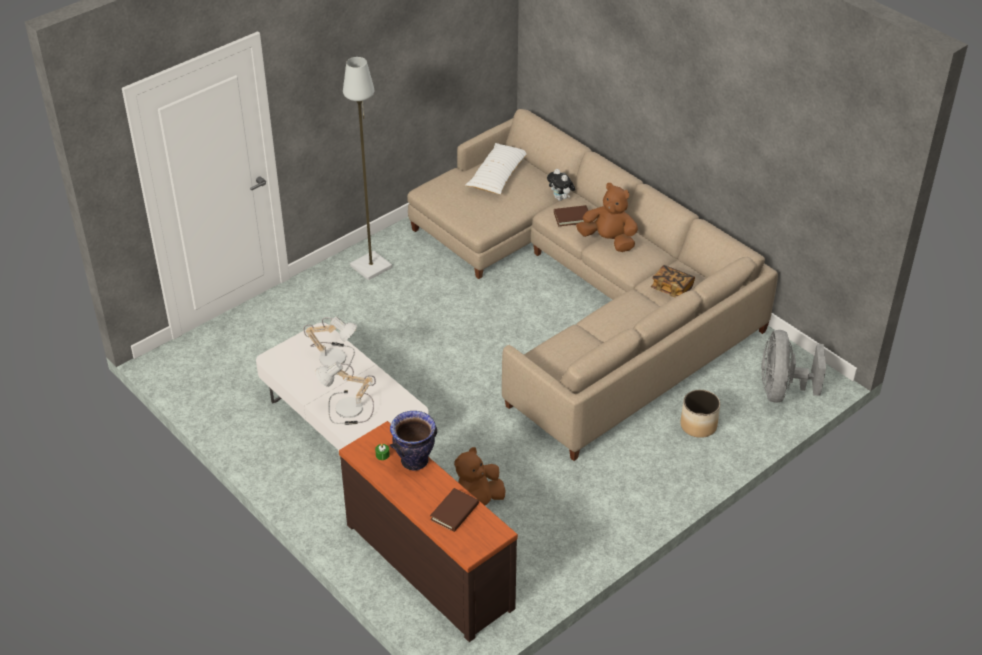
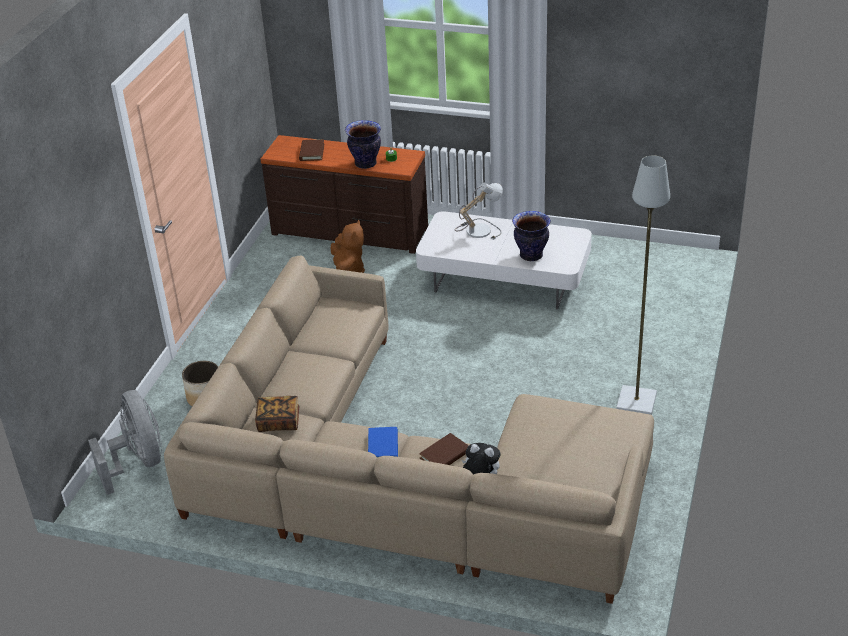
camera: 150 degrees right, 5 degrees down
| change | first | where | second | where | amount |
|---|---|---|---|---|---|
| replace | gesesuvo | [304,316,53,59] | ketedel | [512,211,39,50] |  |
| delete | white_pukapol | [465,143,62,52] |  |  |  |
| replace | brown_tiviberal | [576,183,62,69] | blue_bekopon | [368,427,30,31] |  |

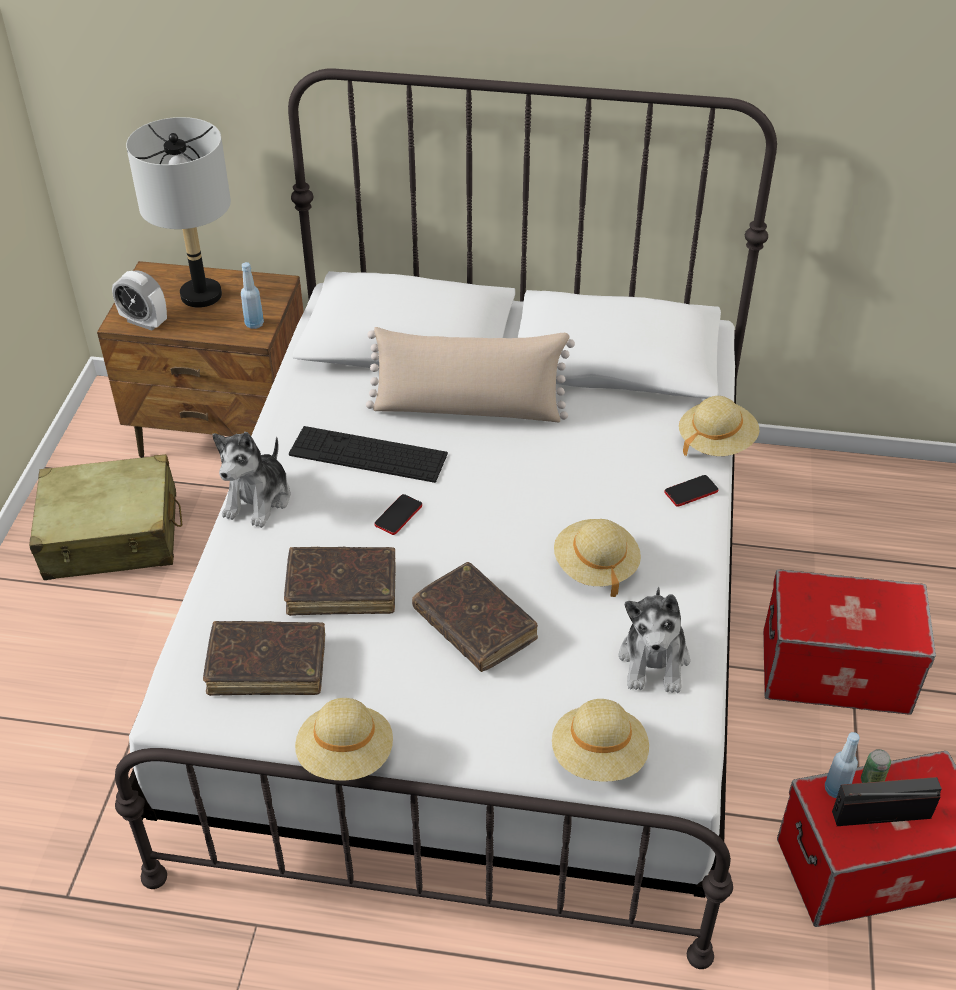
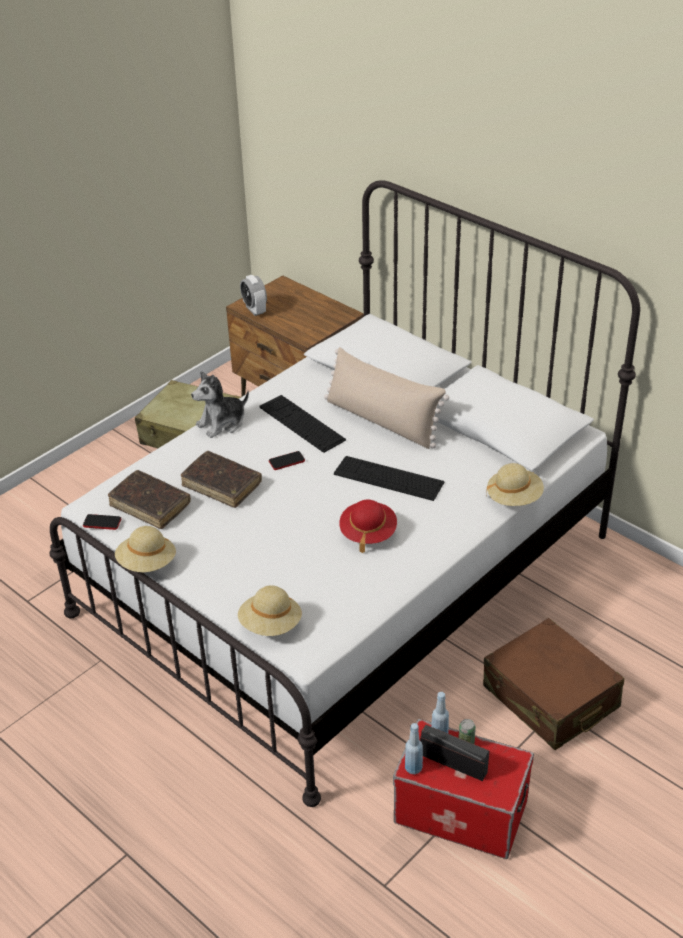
camera: 35 degrees right, 5 degrees down
| change | first | where | second | where | amount |
|---|---|---|---|---|---|
| delete | grey_gesesuvo | [126,117,105,191] |  |  |  |
| move | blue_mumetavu | [241,262,23,67] |  | [405,723,18,51] |  |
| delete | brown_bekopon | [412,562,126,110] |  |  |  |
| recolor | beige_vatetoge | [554,519,87,78] | red_vatetoge | [339,500,58,53] |  |
| delete | tiviberal | [619,587,71,106] |  |  |  |
| move | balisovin | [664,475,55,32] |  | [83,514,38,16] |  |
| replace | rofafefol | [763,569,173,146] | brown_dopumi | [483,618,141,132] |  |
| insert |  |  | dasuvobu | [334,456,111,45] |  |

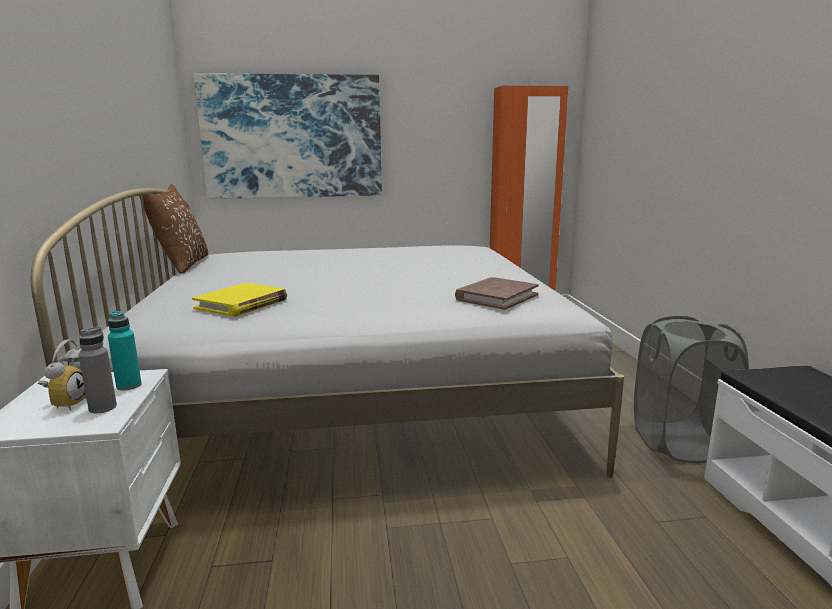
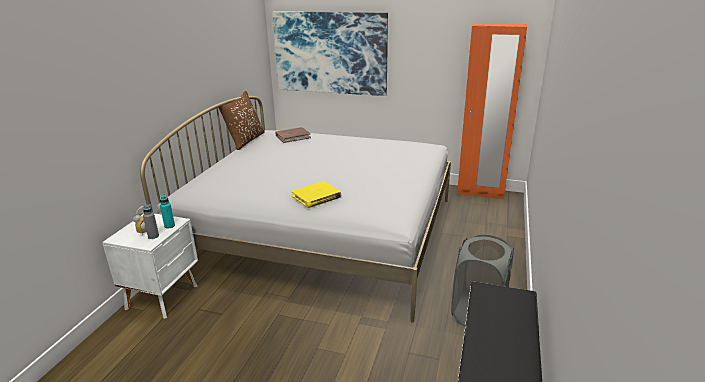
camera: 25 degrees right, 10 degrees up
| change | first | where | second | where | amount |
|---|---|---|---|---|---|
| move | yellow_bekopon | [192,283,95,34] |  | [291,181,50,27] |  |
| move | brown_bekopon | [455,277,84,33] |  | [275,127,36,16] |  |

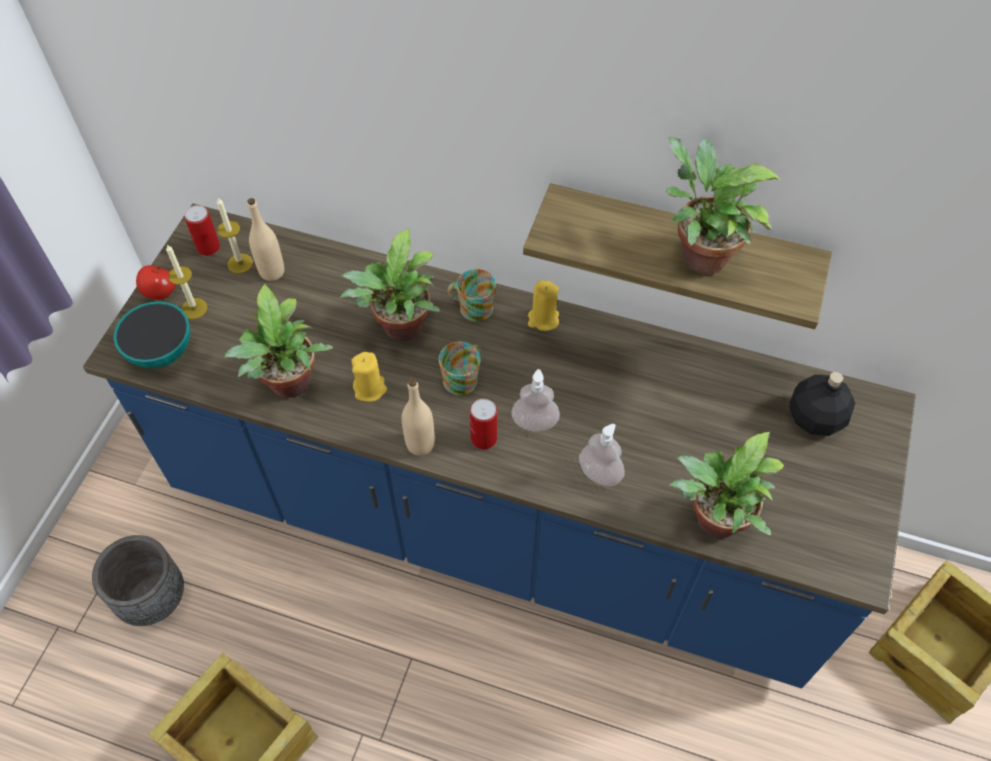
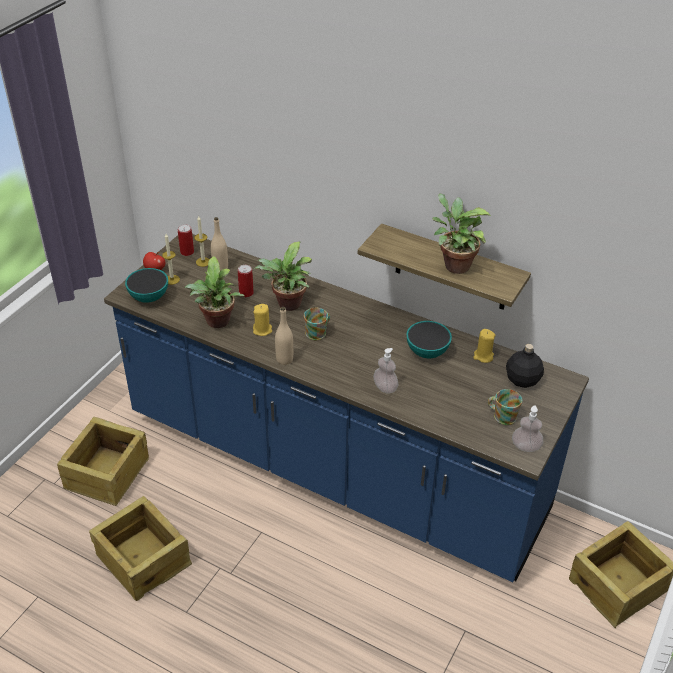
camera: 10 degrees right, 15 degrees down
| change | first | where | second | where | amount |
|---|---|---|---|---|---|
| replace | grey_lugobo | [92,535,92,91] | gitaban | [57,416,92,90] |  |
| move | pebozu | [447,269,49,53] |  | [488,389,34,36] |  |
| move | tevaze | [470,398,27,52] |  | [238,265,16,32] |  |
| move | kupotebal | [512,369,48,63] |  | [512,405,31,47] |  |
| move | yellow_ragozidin | [528,280,31,51] |  | [473,329,22,34] |  |
| delete | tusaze | [669,432,115,106] |  |  |  |
| insert |  |  | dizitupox | [406,321,46,37] |  |

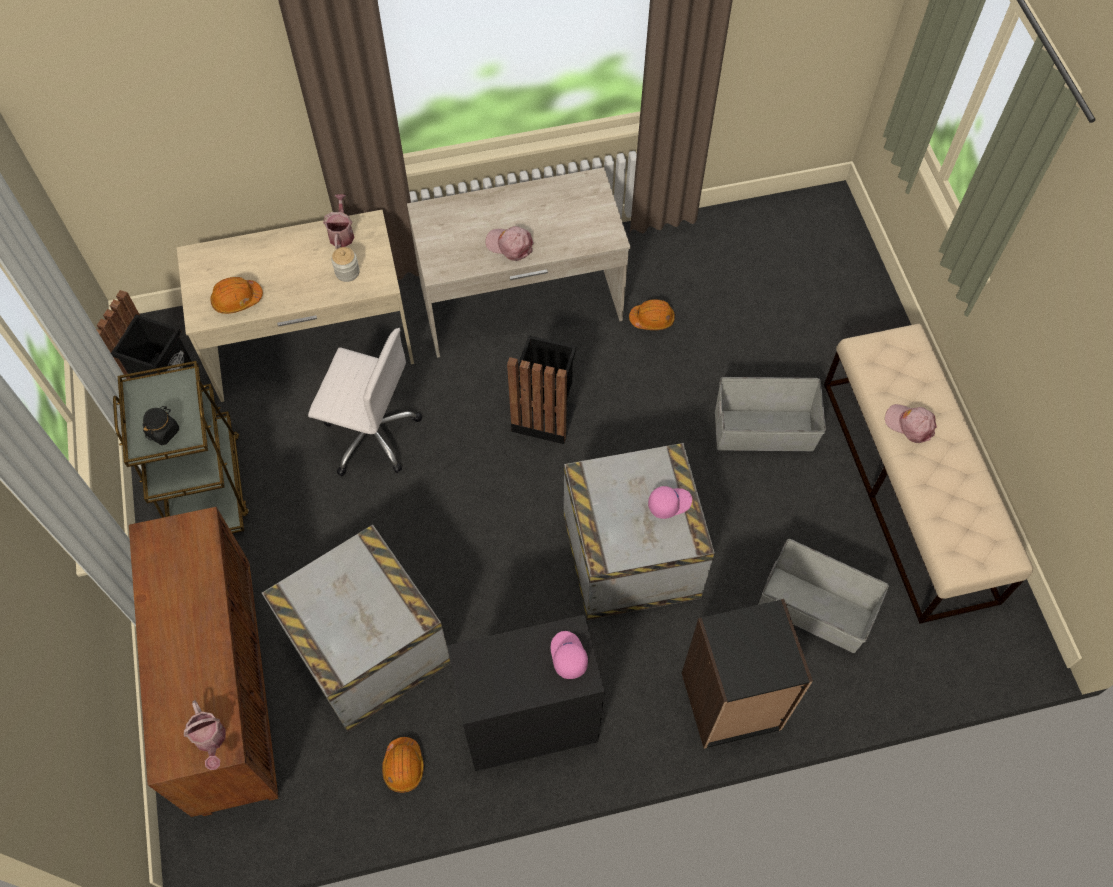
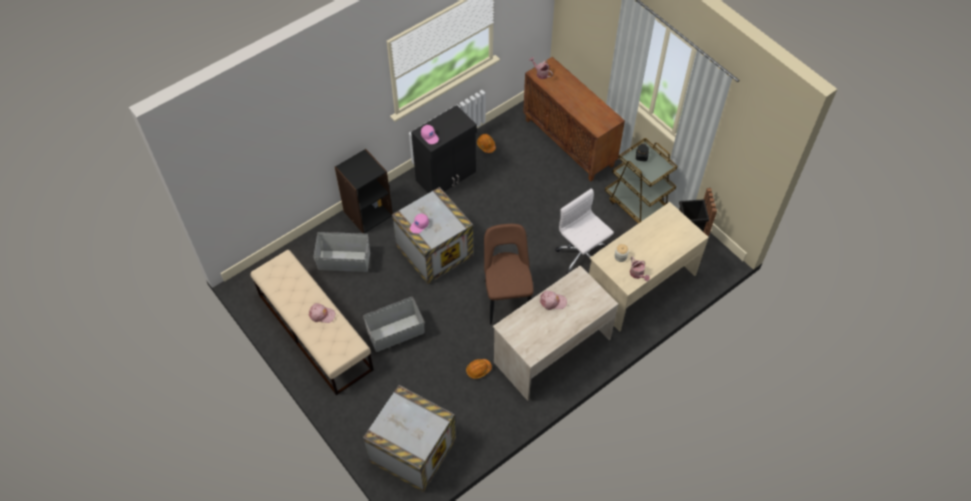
camera: 155 degrees right, 5 degrees down
| change | first | where | second | where | amount |
|---|---|---|---|---|---|
| delete | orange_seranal | [210,277,53,37] |  |  |  |
| move | gitaban | [262,525,189,207] |  | [363,385,93,107] |  |
| rotate | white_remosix | [308,328,114,148] |  | [556,188,58,86] | 60 degrees clockwise |
| replace | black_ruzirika | [507,335,69,109] | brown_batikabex | [484,224,50,100] |  |

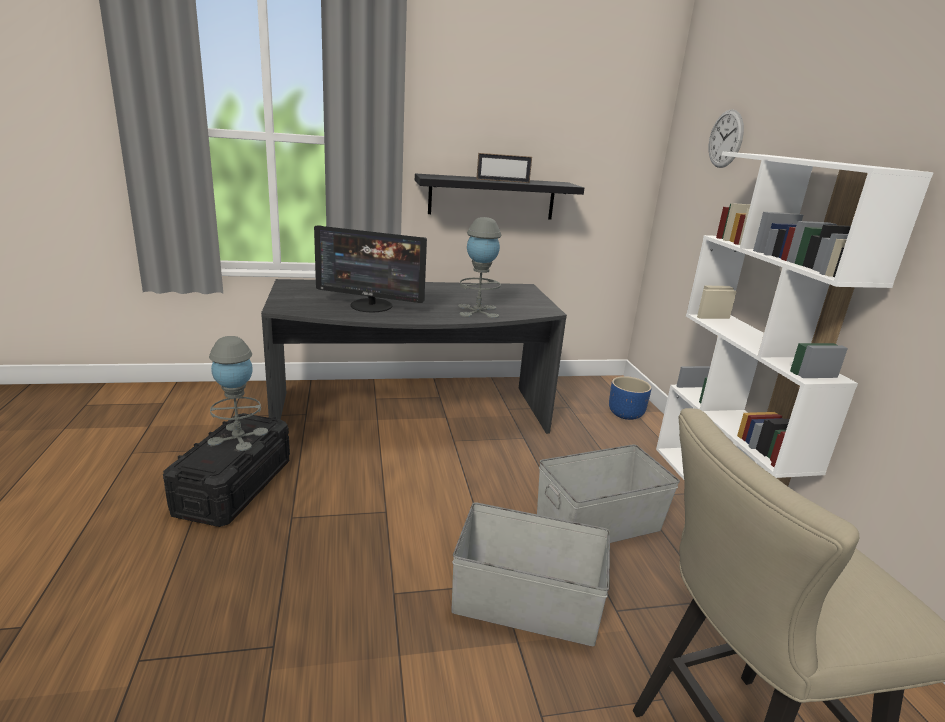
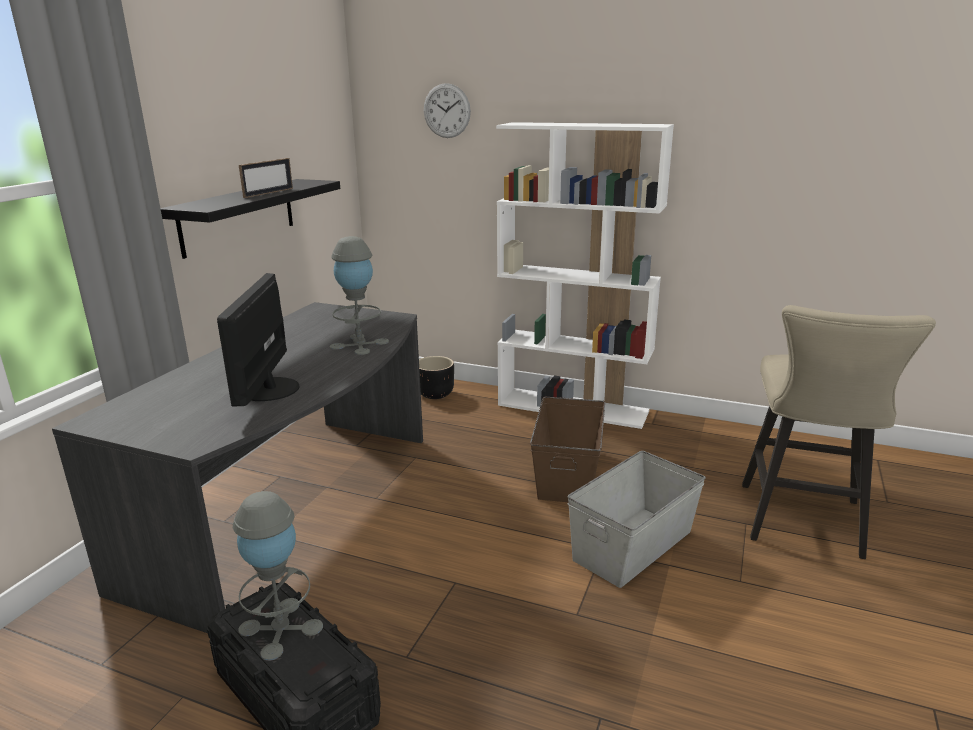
camera: 55 degrees left, 0 degrees up
| change | first | where | second | where | amount |
|---|---|---|---|---|---|
| rotate | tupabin | [314,226,113,86] |  | [217,273,82,134] | 135 degrees clockwise |
| recolor | grey_rofafefol | [537,444,143,99] | brown_rofafefol | [530,397,75,105] |  |
| recolor | blue_lugobo | [609,376,42,44] | black_lugobo | [419,356,35,43] |  |

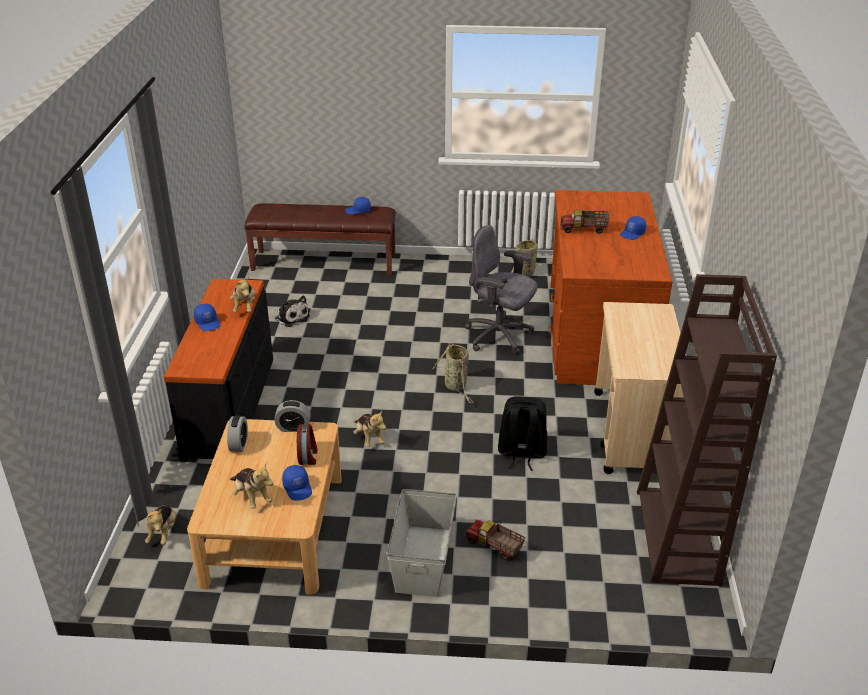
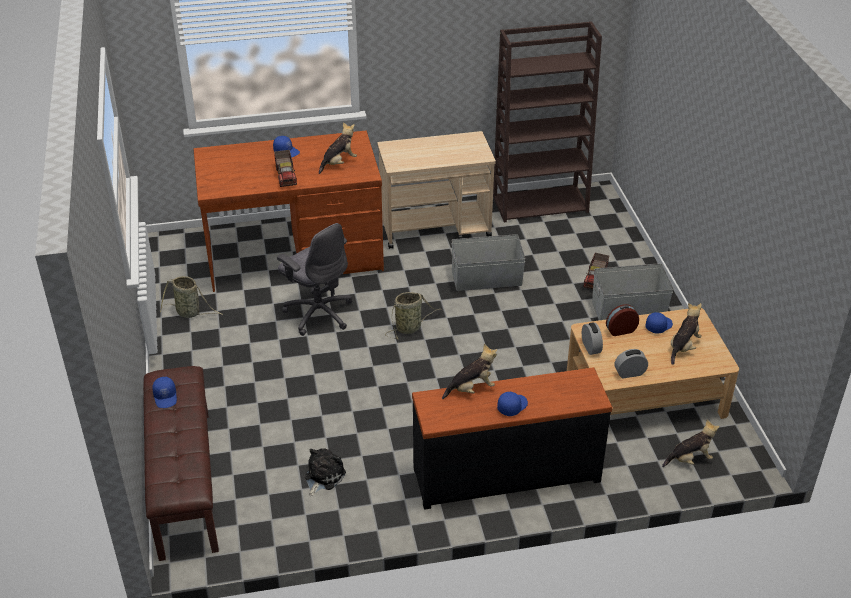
camera: 105 degrees left, 5 degrees up
| change | first | where | second | where | amount |
|---|---|---|---|---|---|
| move | tiviberal | [353,411,33,36] |  | [319,122,38,52] |  |
| rotate | grey_remosix | [465,225,72,130] |  | [277,223,75,113] | 60 degrees counterclockwise |
| replace | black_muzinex | [498,396,49,75] | grey_rofafefol | [451,234,75,57] |  |

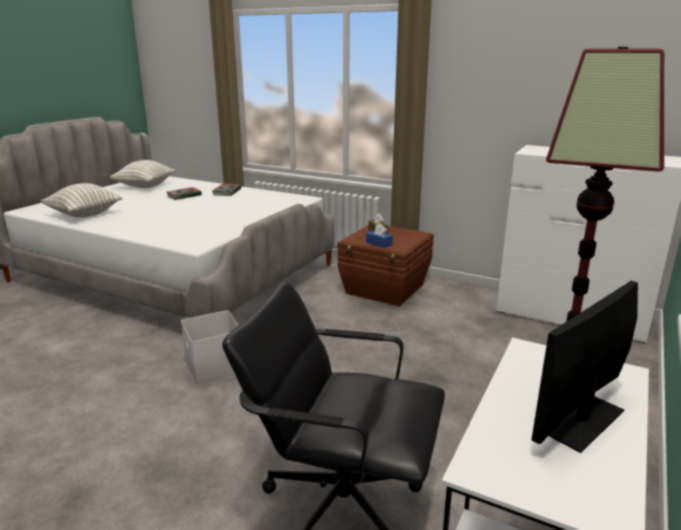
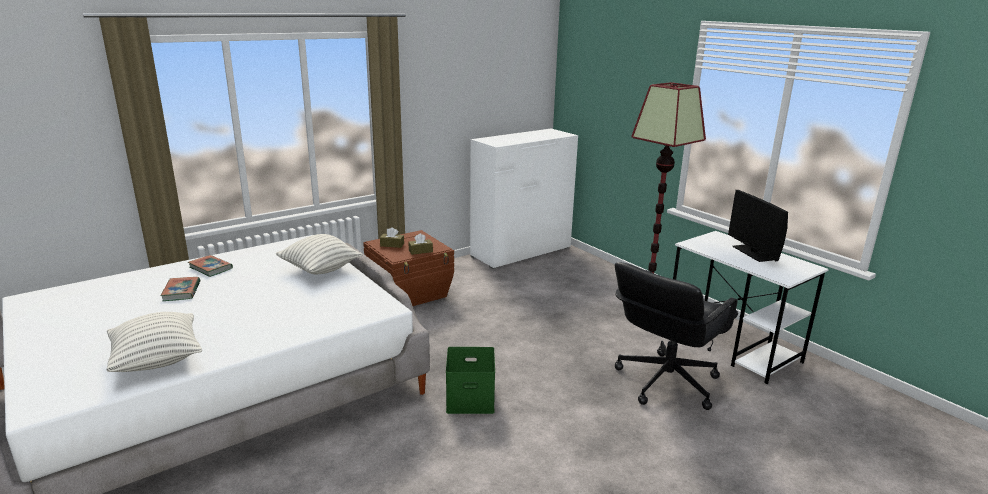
camera: 65 degrees left, 0 degrees up
| change | first | where | second | where | amount |
|---|---|---|---|---|---|
| move | pukapol | [109,160,66,28] |  | [276,234,87,40] |  |
| recolor | white_rofafefol | [181,310,58,77] | green_rofafefol | [446,347,49,67] |  |
| recolor | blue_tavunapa | [366,224,27,24] | brown_tavunapa | [408,233,25,22] |  |

